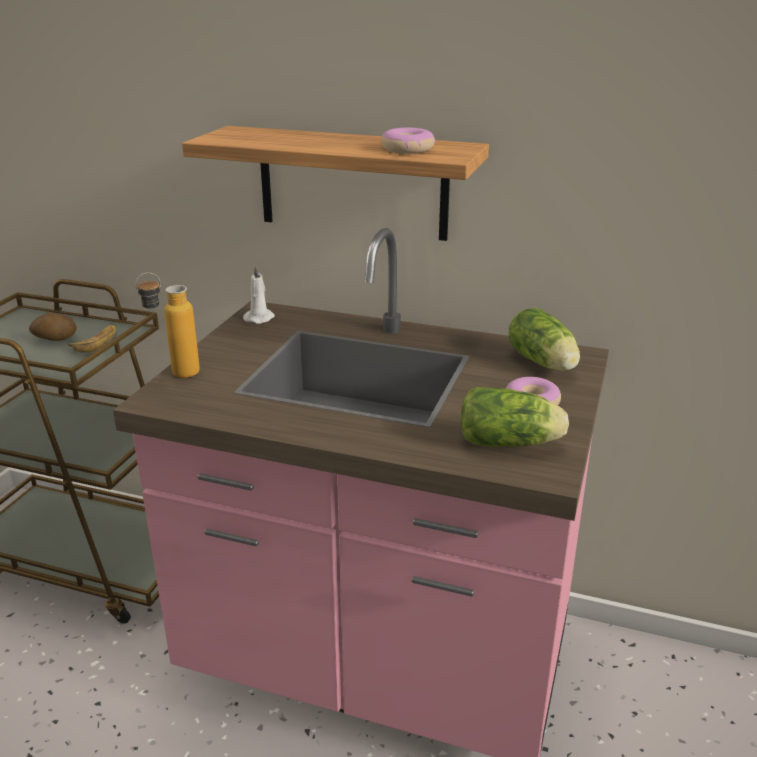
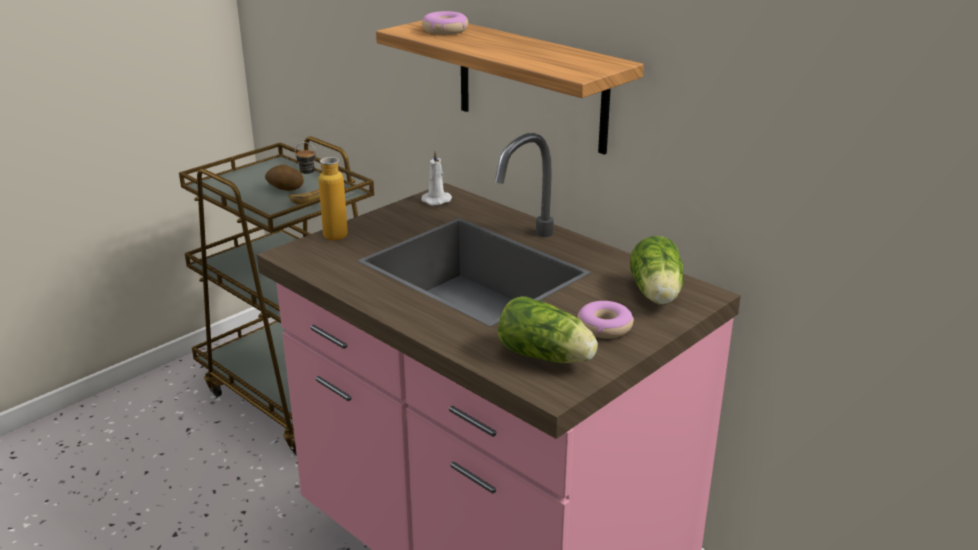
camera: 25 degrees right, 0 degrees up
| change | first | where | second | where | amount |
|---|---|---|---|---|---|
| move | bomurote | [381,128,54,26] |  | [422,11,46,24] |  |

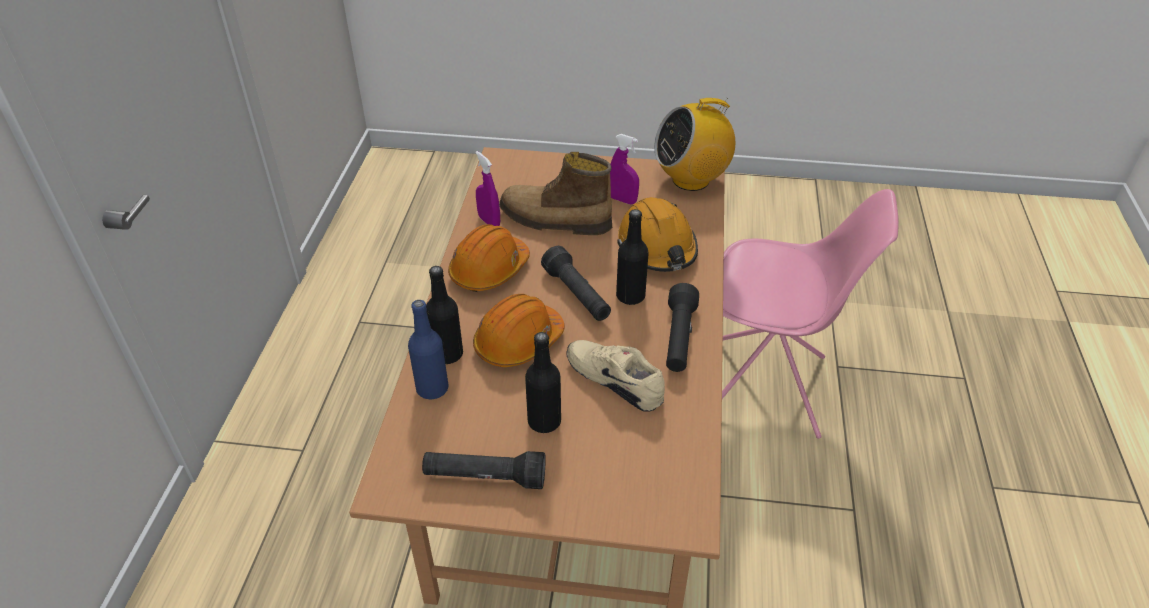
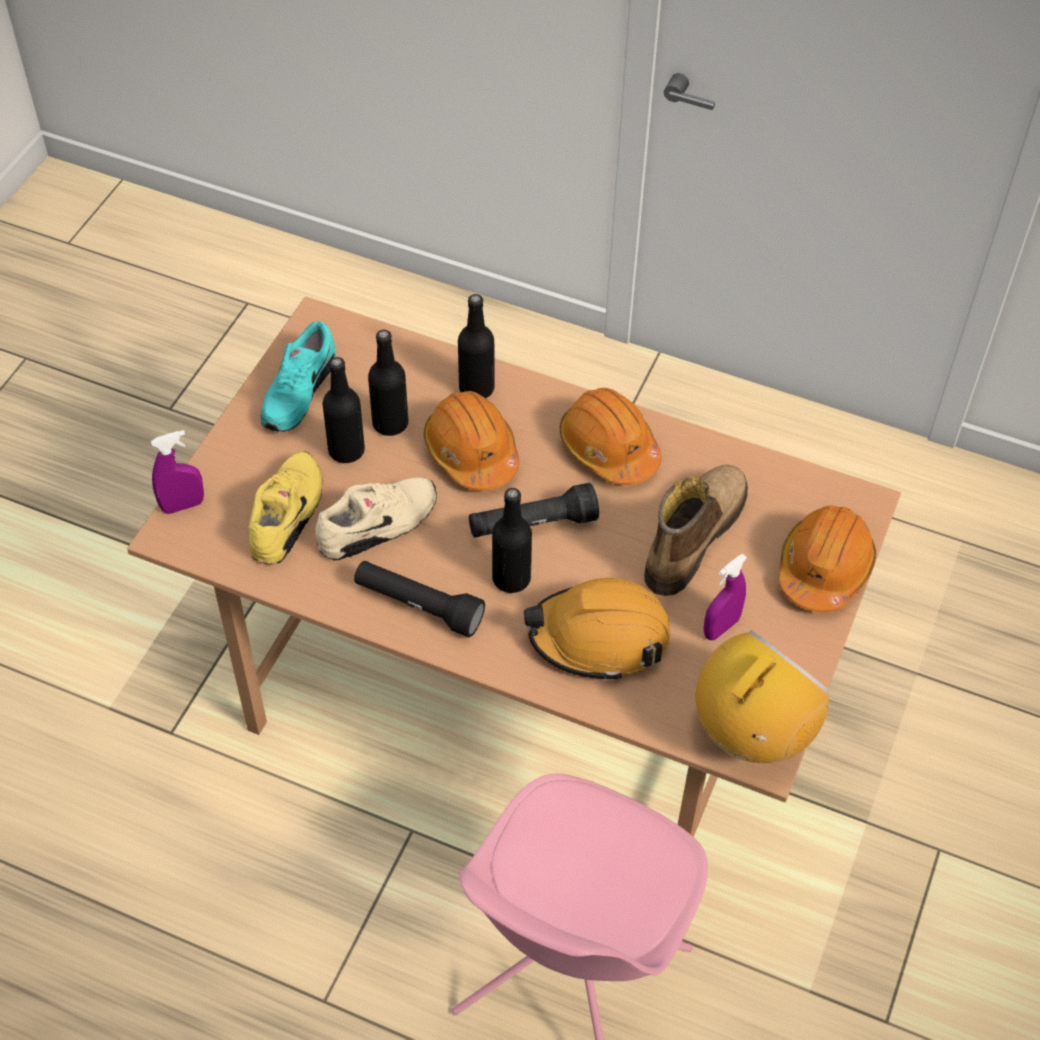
camera: 105 degrees right, 10 degrees up
| change | first | where | second | where | amount |
|---|---|---|---|---|---|
| delete | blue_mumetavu | [408,300,40,99] |  |  |  |
| replace | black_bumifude | [422,451,124,38] | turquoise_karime | [261,321,75,111] |  |
| move | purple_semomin | [475,151,25,75] |  | [151,430,53,84] |  |
| rotate | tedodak | [654,98,81,93] |  | [696,630,134,133] | 45 degrees clockwise |
| insert |  |  | yellow_karime | [248,451,75,114] |  |
| insert |  |  | black_mumetavu | [368,330,40,106] |  |
| insert |  |  | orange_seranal | [778,505,98,107] |  |

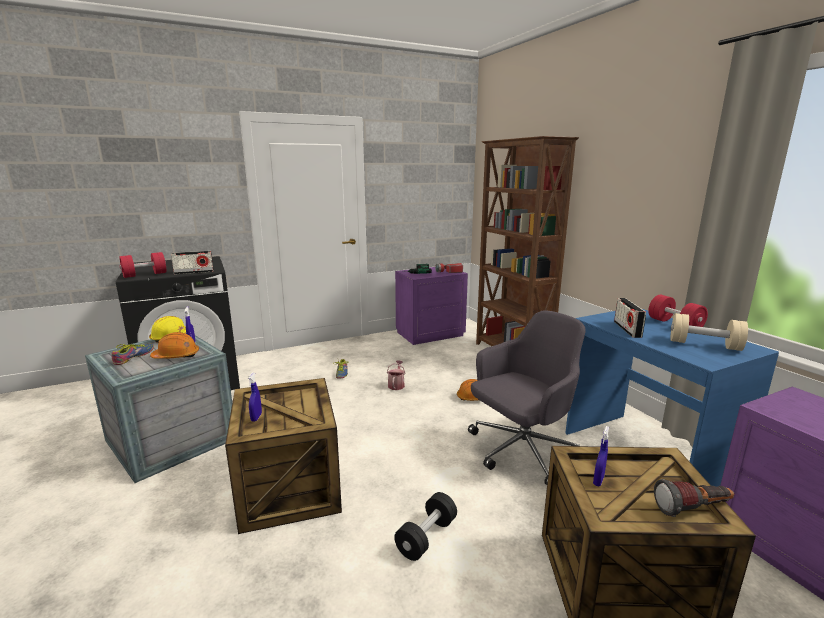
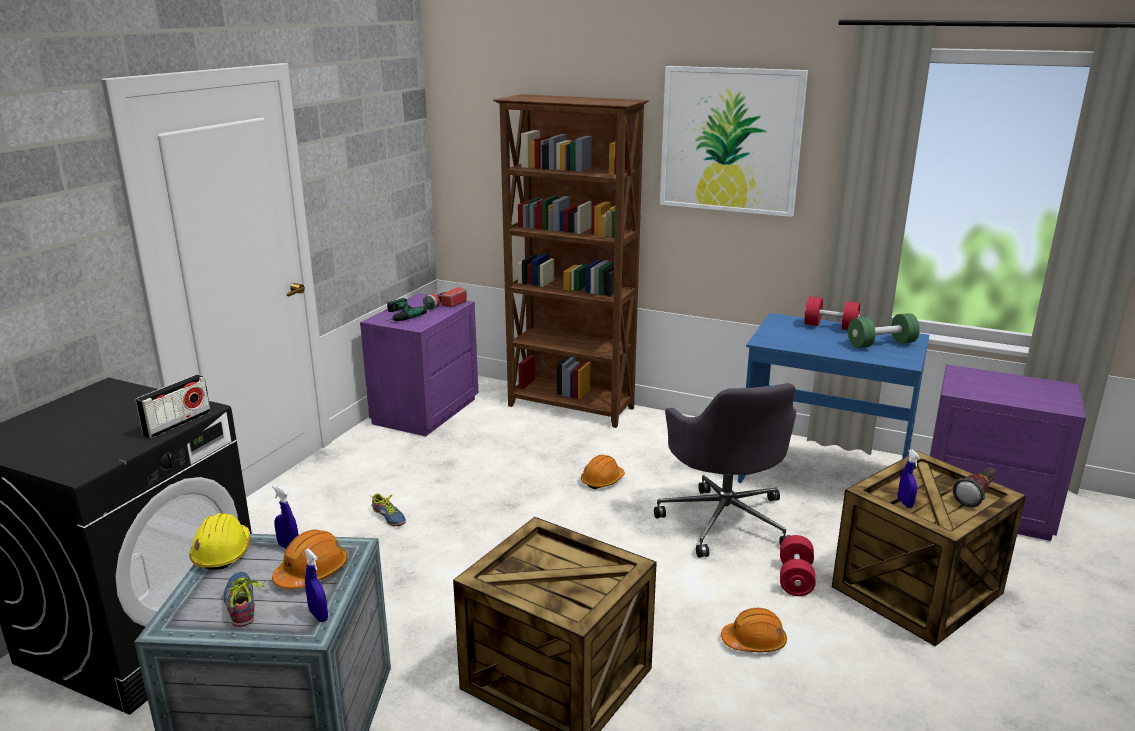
camera: 40 degrees left, 5 degrees up
| change | first | where | second | where | amount |
|---|---|---|---|---|---|
| move | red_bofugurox | [119,252,47,26] |  | [780,535,36,61] |  |
| move | blue_semomin | [248,373,14,48] |  | [304,548,24,74] |  |
| delete | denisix | [387,360,18,30] |  |  |  |
| replace | black_bofugurox | [394,492,63,69] | orange_seranal | [721,608,66,44] |  |
| rotate | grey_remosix | [468,310,118,175] |  | [654,383,142,175] | 150 degrees clockwise |
| delete | tedodak | [614,298,32,40] |  |  |  |
| recolor | beige_bofugurox | [671,313,77,38] | green_bofugurox | [848,313,72,35] |  |
| insert |  |  | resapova | [660,66,148,151] |  |

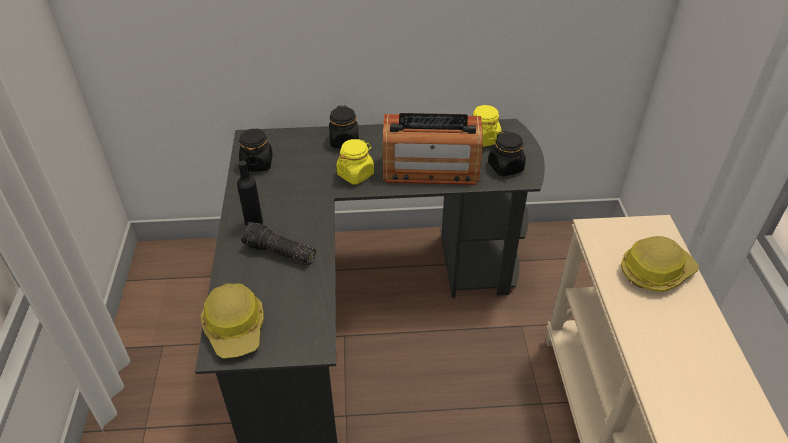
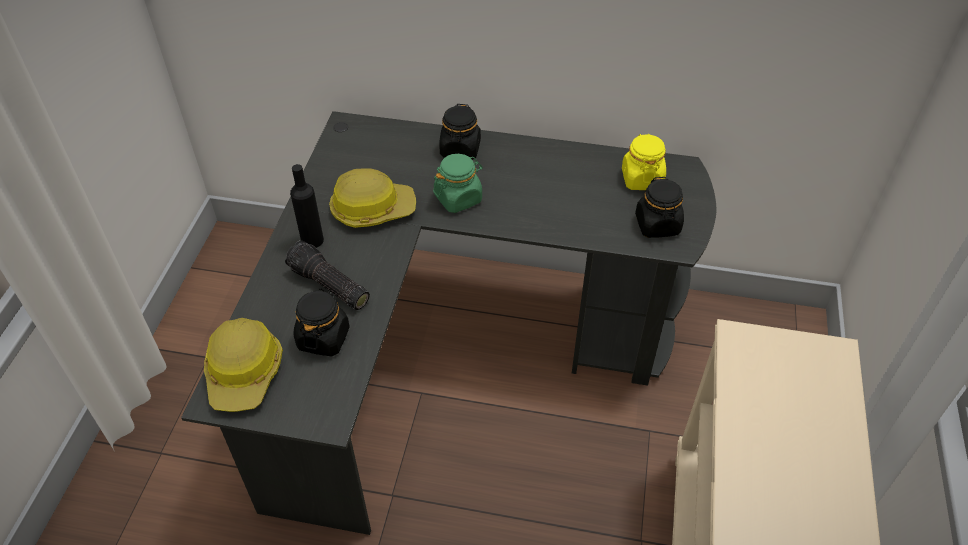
camera: 15 degrees right, 5 degrees up
| change | first | where | second | where | amount |
|---|---|---|---|---|---|
| move | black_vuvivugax | [239,128,34,43] |  | [293,288,57,68] |  |
| recolor | yellow_vuvivugax | [336,139,38,45] | green_vuvivugax | [433,154,50,59] |  |
| delete | tedodak | [383,113,100,72] |  |  |  |
| move | seranal | [621,236,78,56] |  | [329,168,87,60] |  |

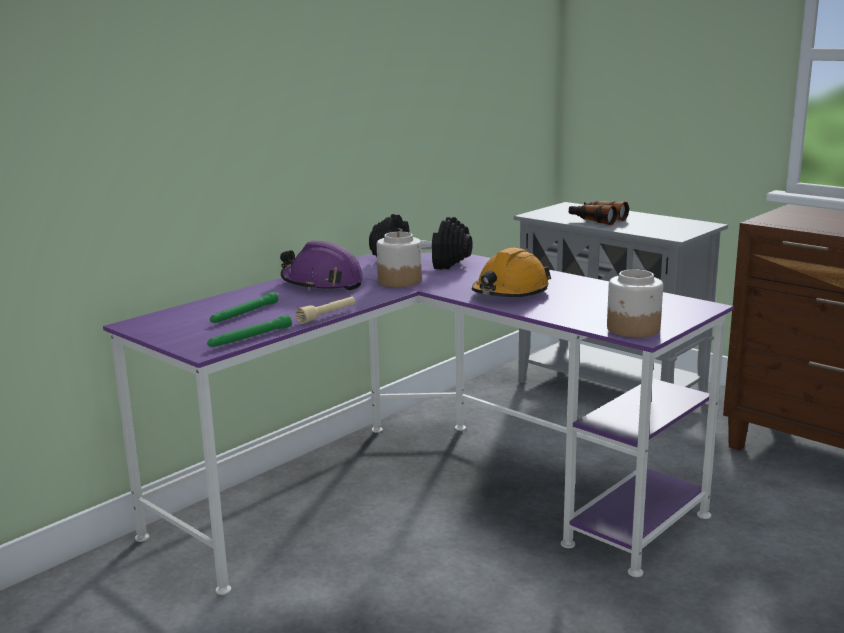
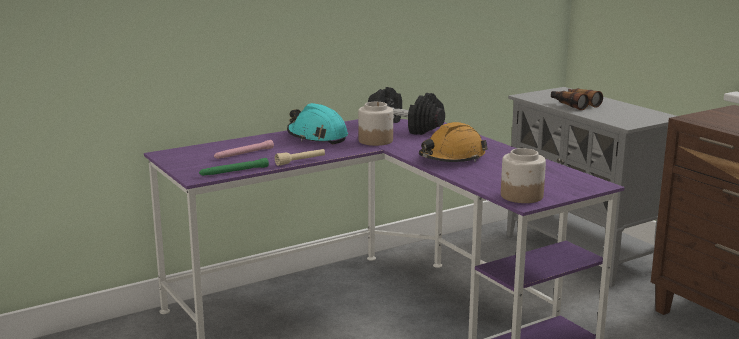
camera: 15 degrees right, 0 degrees up
| change | first | where | second | where | amount |
|---|---|---|---|---|---|
| recolor | green_bumifude | [210,292,69,31] | pink_bumifude | [214,140,60,19] |  |
| recolor | purple_seranal | [280,241,84,50] | turquoise_seranal | [287,103,61,41] |  |

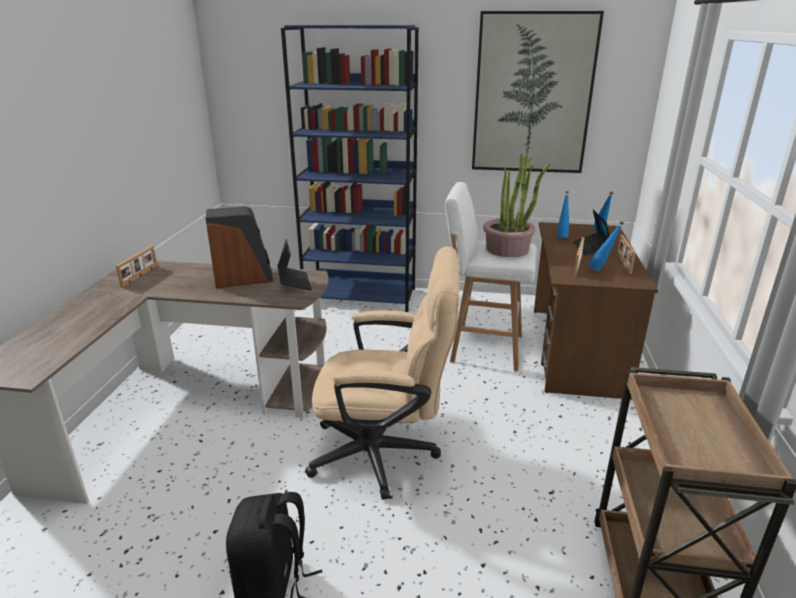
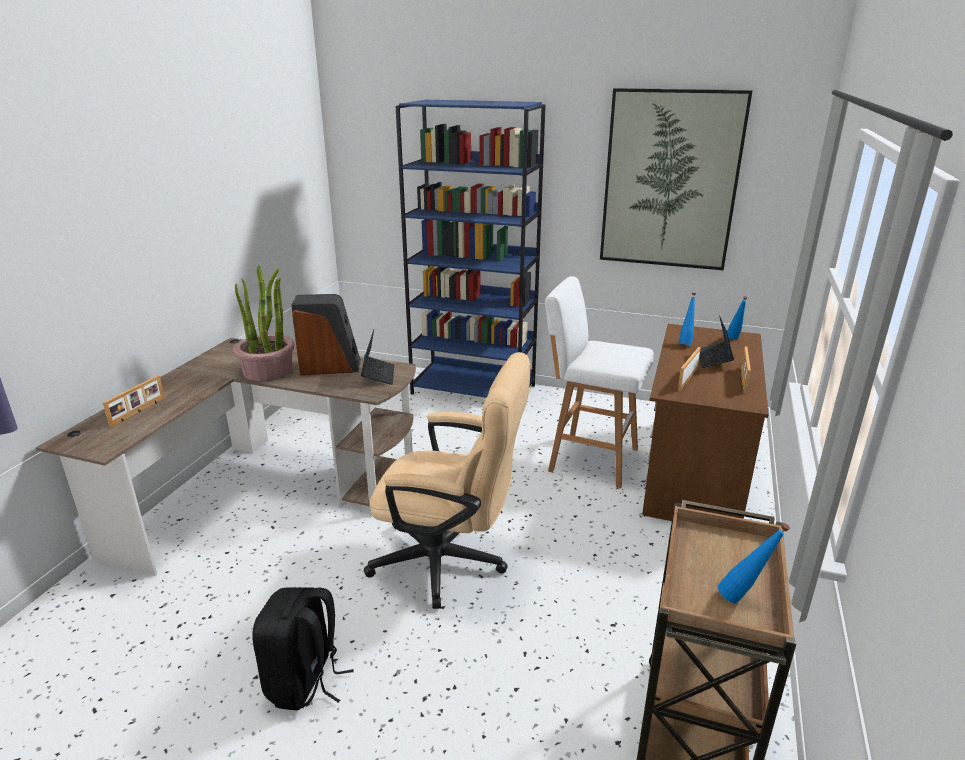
camera: 10 degrees right, 0 degrees up
| change | first | where | second | where | amount |
|---|---|---|---|---|---|
| move | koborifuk | [116,246,41,42] |  | [103,375,62,52] |  |
| move | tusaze | [483,154,68,103] |  | [233,265,62,116] |  |
| move | blue_mumetavu | [588,221,36,50] |  | [718,523,72,80] |  |

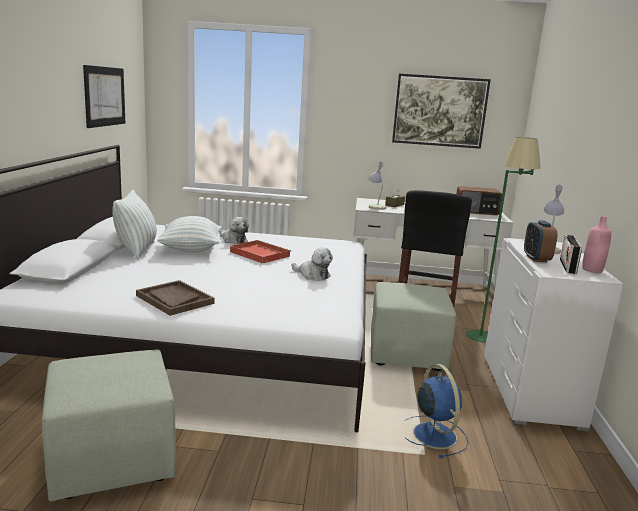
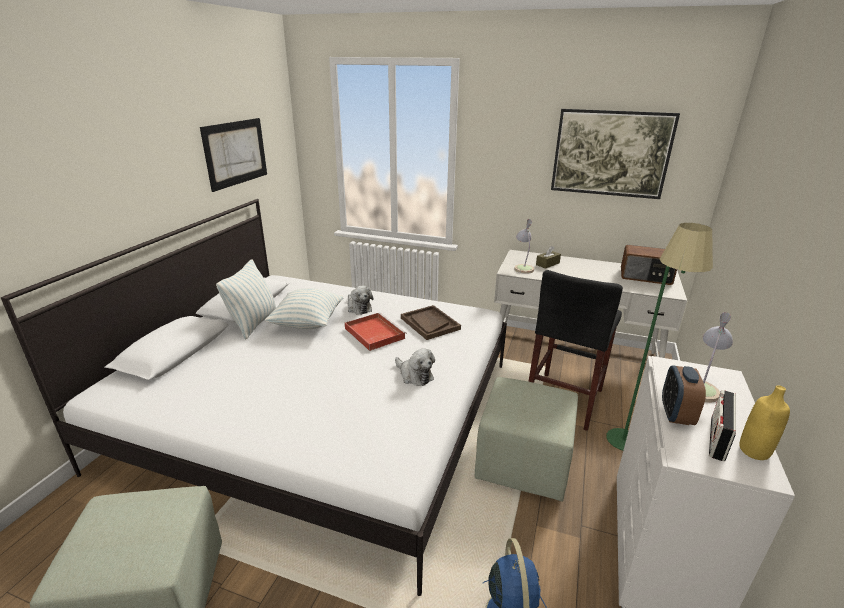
camera: 15 degrees right, 10 degrees up
| change | first | where | second | where | amount |
|---|---|---|---|---|---|
| move | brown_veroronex | [136,280,79,36] |  | [401,305,60,35] |  |
| recolor | pink_mumetavu | [582,216,29,57] | yellow_mumetavu | [740,385,50,75] |  |

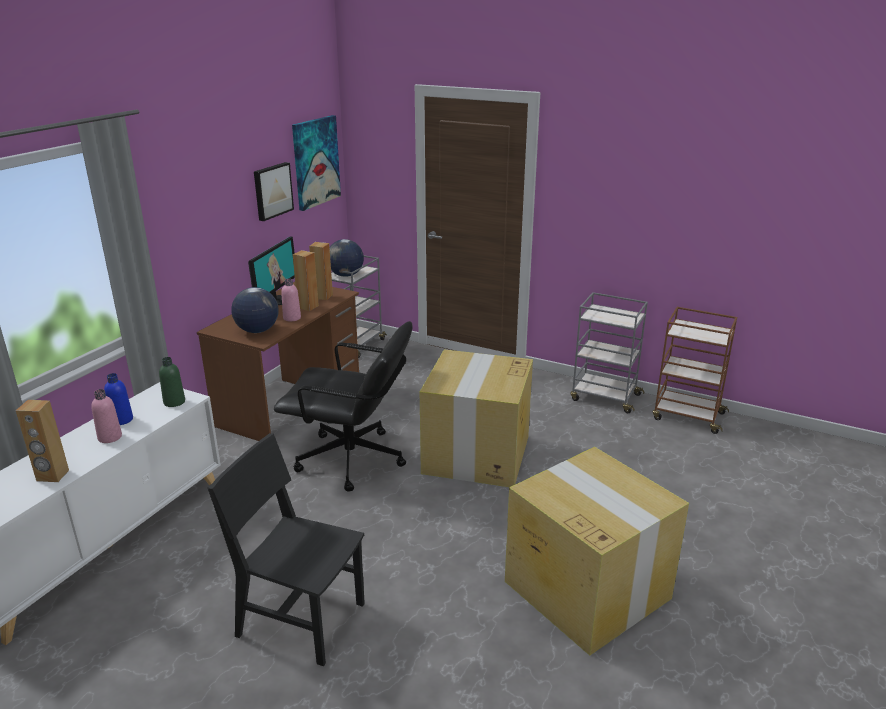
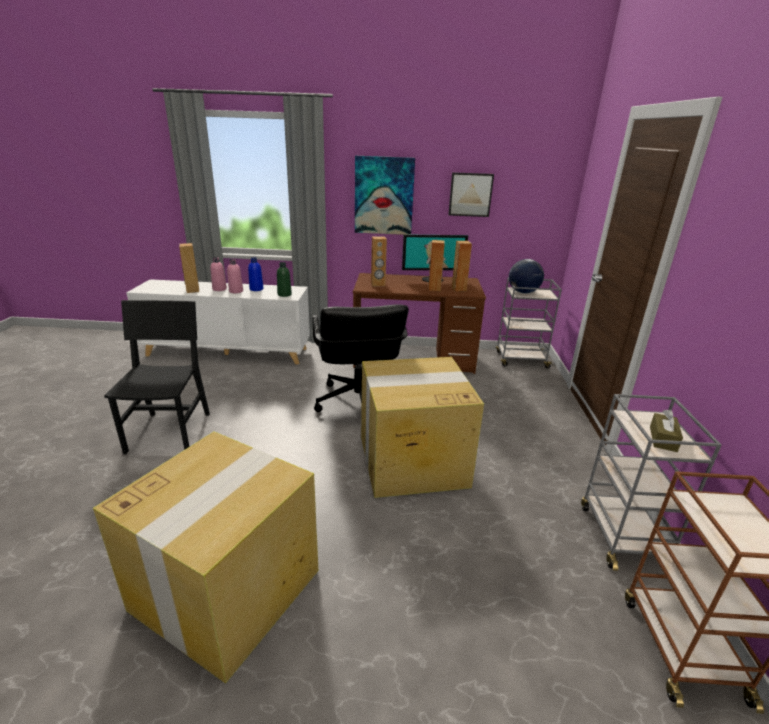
camera: 65 degrees right, 0 degrees up
| change | first | where | second | where | amount |
|---|---|---|---|---|---|
| replace | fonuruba | [231,287,48,46] | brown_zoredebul | [371,236,16,50] |  |
| move | pink_mumetavu | [281,278,20,43] |  | [210,257,17,34] |  |
| move | resapova | [292,115,49,96] |  | [355,156,60,79] |  |
| insert |  |  | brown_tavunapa | [650,410,33,42] |  |

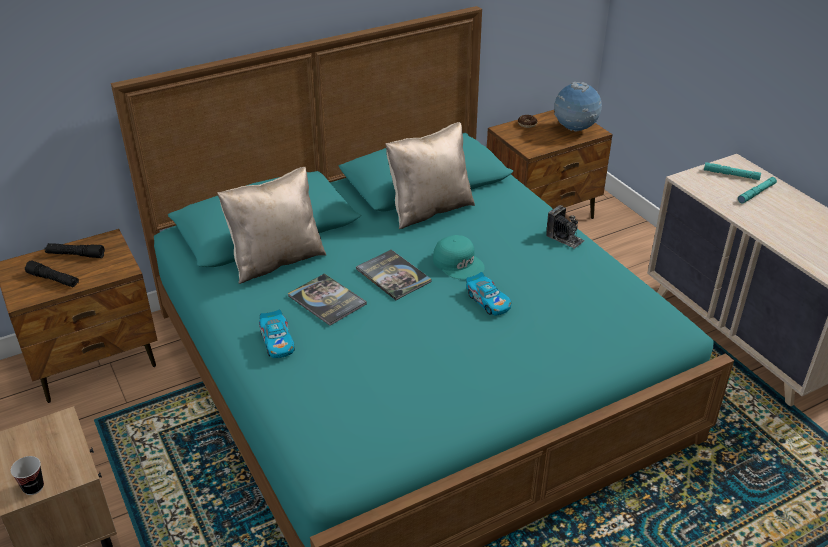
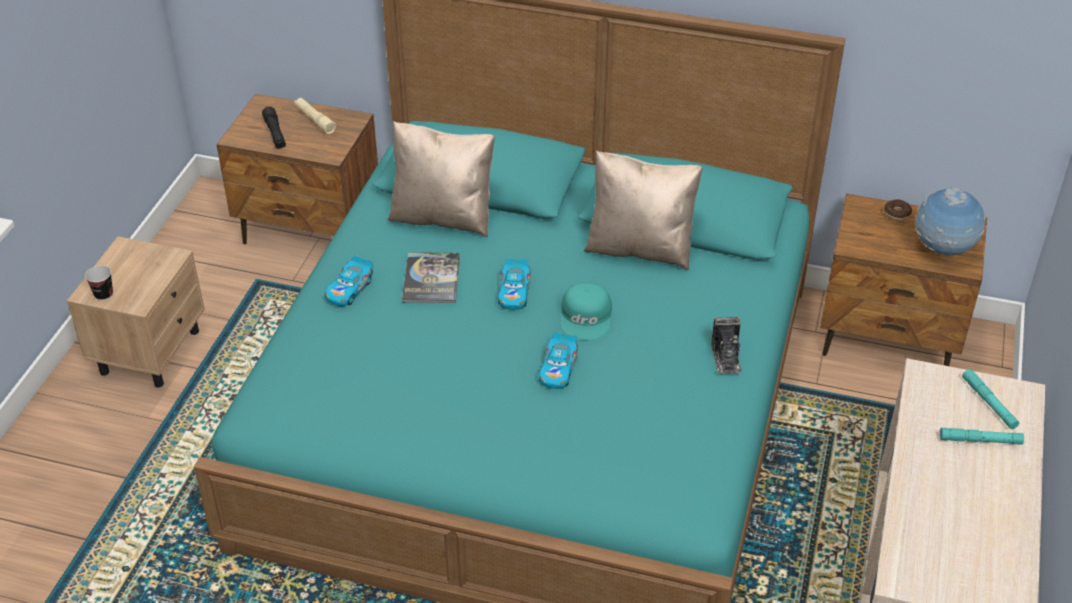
camera: 45 degrees right, 5 degrees up
| change | first | where | second | where | amount |
|---|---|---|---|---|---|
| recolor | black_bumifude | [44,243,61,15] | beige_bumifude | [294,98,42,36] |  |
| replace | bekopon | [356,250,76,50] | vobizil | [498,259,33,51] |  |

